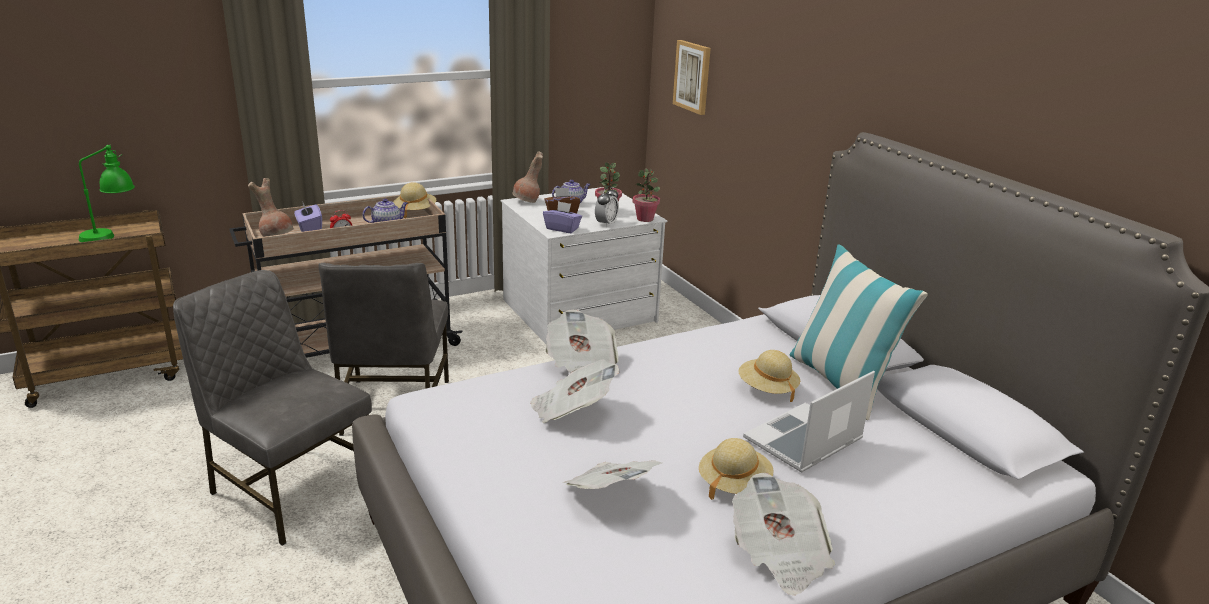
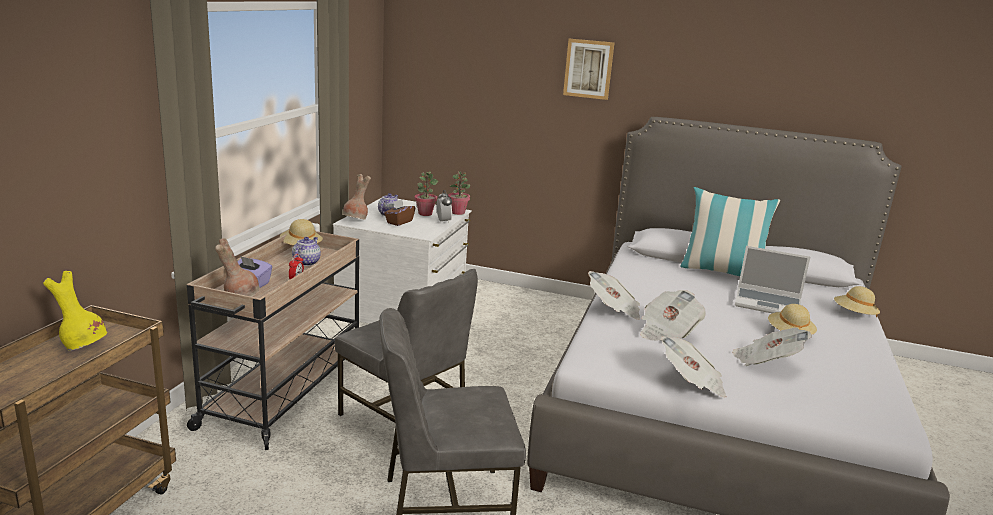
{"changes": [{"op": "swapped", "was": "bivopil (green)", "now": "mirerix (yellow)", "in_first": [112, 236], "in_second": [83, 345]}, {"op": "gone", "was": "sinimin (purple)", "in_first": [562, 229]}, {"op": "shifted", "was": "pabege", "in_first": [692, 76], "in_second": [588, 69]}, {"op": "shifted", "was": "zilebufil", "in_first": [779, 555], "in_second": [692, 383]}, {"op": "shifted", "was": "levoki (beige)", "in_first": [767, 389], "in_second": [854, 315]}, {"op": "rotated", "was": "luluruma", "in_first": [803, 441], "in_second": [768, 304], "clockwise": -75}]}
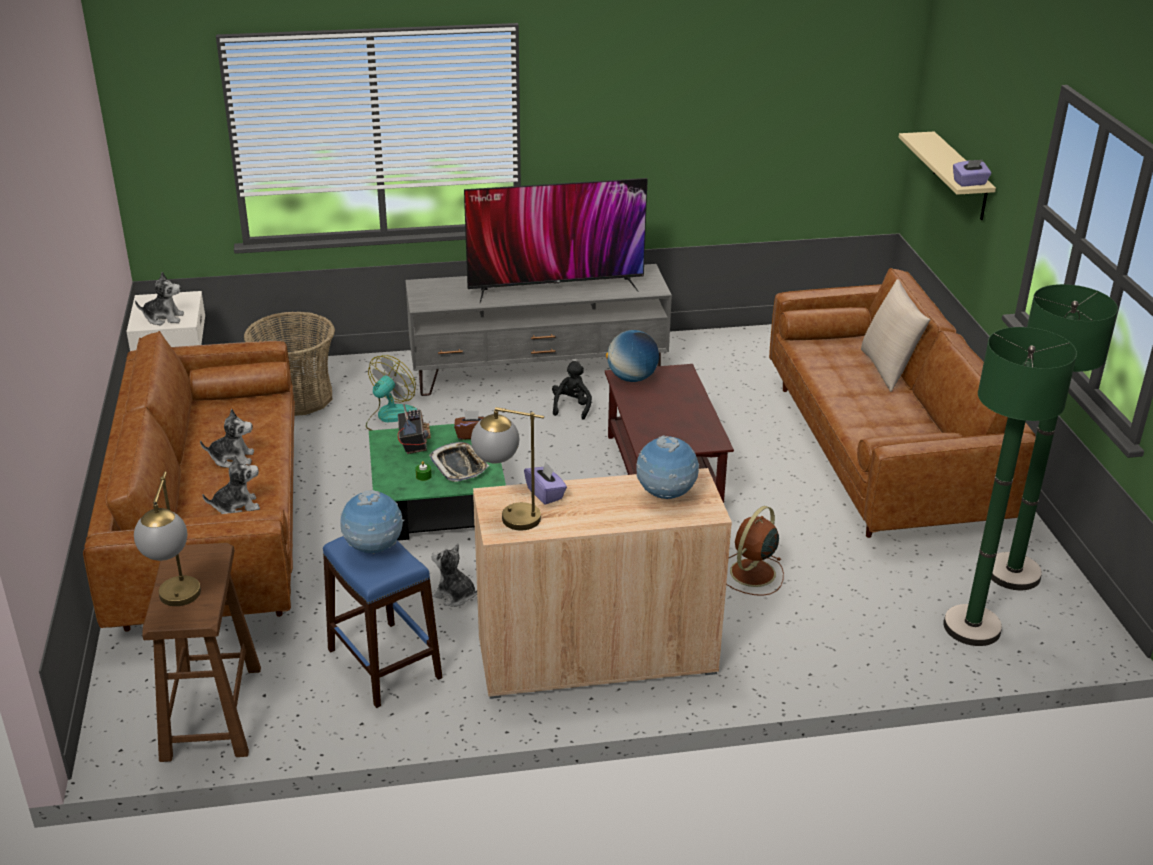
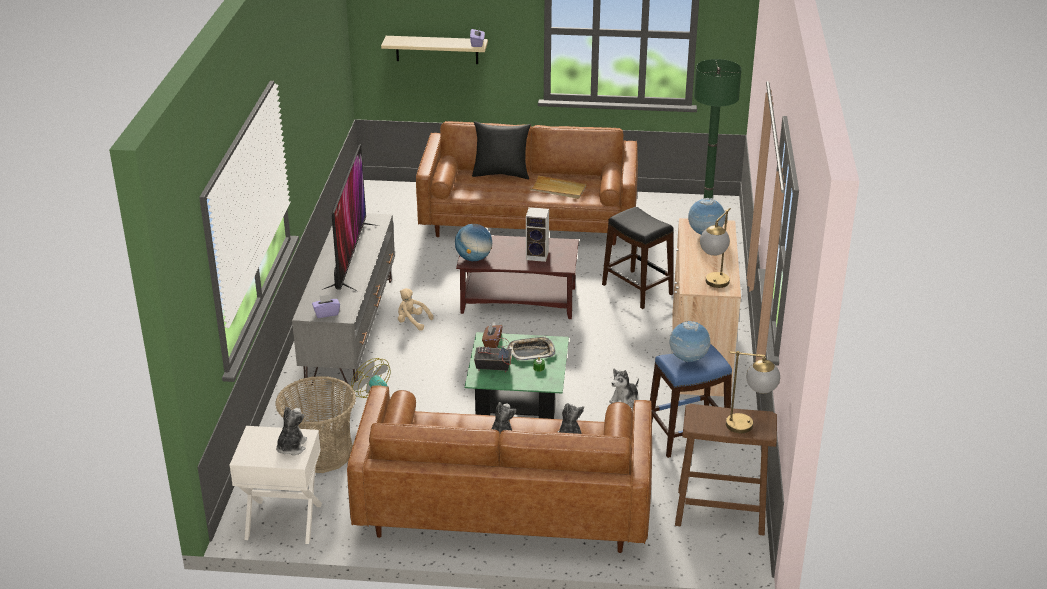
{"changes": [{"op": "shifted", "was": "sinimin (purple)", "in_first": [545, 494], "in_second": [326, 313]}, {"op": "repainted", "was": "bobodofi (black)", "now": "bobodofi (beige)", "in_first": [572, 407], "in_second": [412, 322]}, {"op": "swapped", "was": "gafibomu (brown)", "now": "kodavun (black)", "in_first": [751, 574], "in_second": [637, 289]}, {"op": "repainted", "was": "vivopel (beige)", "now": "vivopel (black)", "in_first": [888, 369], "in_second": [501, 174]}, {"op": "gone", "was": "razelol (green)", "in_first": [1013, 573]}, {"op": "new", "now": "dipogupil", "in_second": [538, 255]}, {"op": "new", "now": "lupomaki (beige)", "in_second": [558, 189]}]}
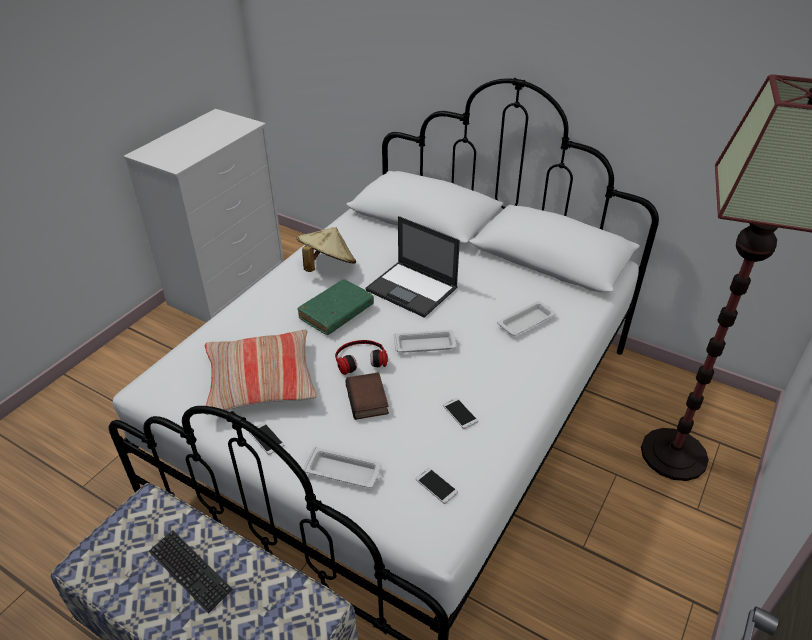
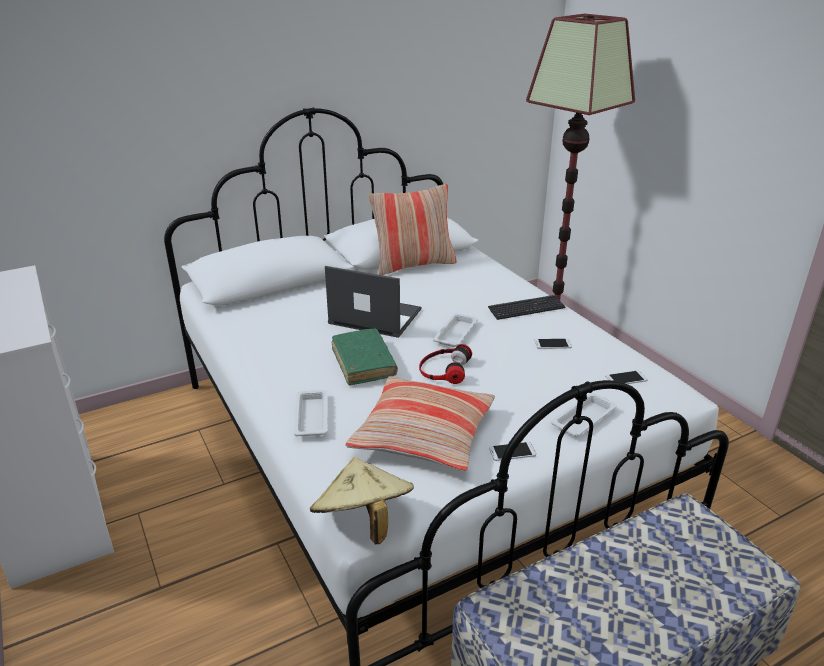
{"changes": [{"op": "shifted", "was": "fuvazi", "in_first": [190, 571], "in_second": [526, 309]}, {"op": "shifted", "was": "levoki (beige)", "in_first": [327, 266], "in_second": [363, 522]}, {"op": "gone", "was": "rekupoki", "in_first": [368, 400]}, {"op": "rotated", "was": "luluruma", "in_first": [412, 289], "in_second": [374, 316], "clockwise": -135}, {"op": "shifted", "was": "lupomaki (white)", "in_first": [527, 321], "in_second": [311, 416]}, {"op": "new", "now": "vivopel", "in_second": [413, 264]}]}
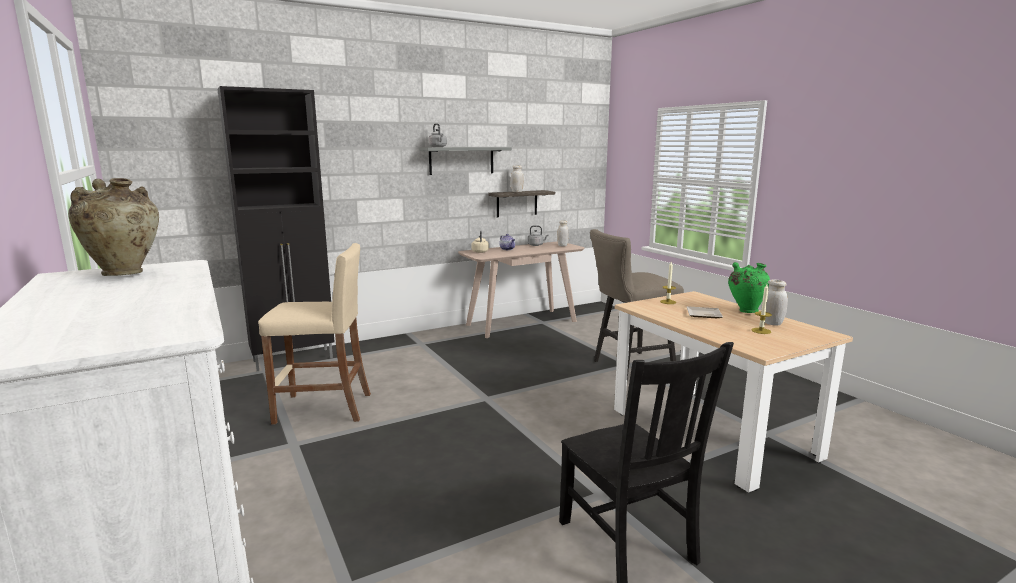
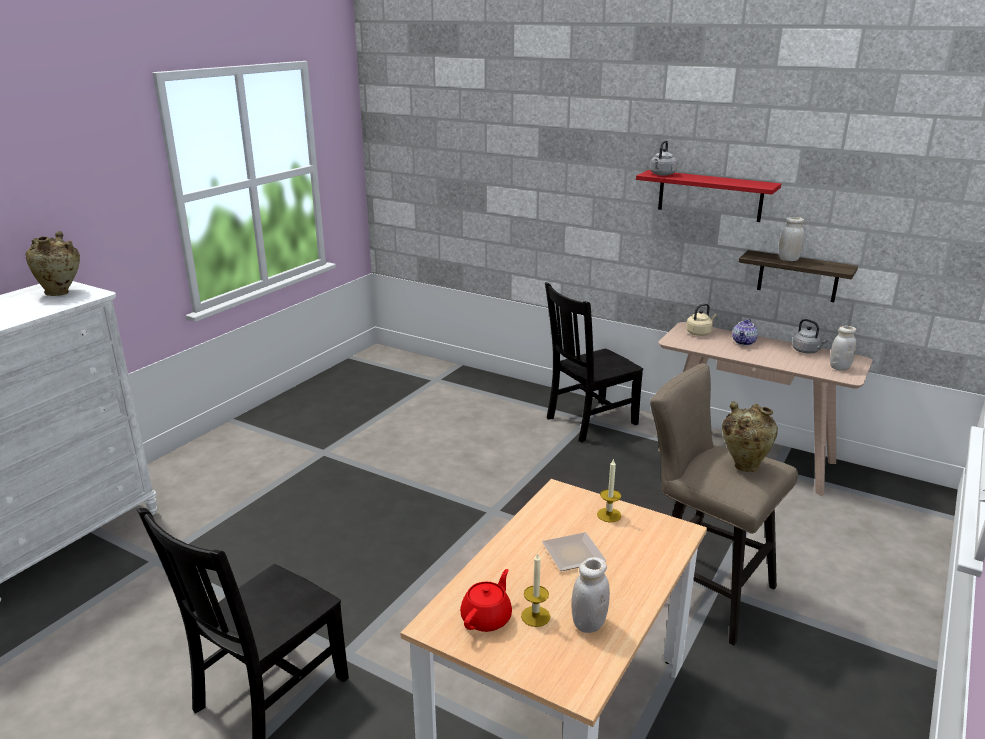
{"changes": [{"op": "gone", "was": "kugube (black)", "in_first": [294, 359]}, {"op": "gone", "was": "kodavun (beige)", "in_first": [324, 408]}, {"op": "repainted", "was": "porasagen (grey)", "now": "porasagen (red)", "in_first": [461, 160], "in_second": [710, 196]}, {"op": "gone", "was": "mirerix (green)", "in_first": [745, 311]}, {"op": "new", "now": "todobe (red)", "in_second": [487, 618]}, {"op": "new", "now": "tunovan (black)", "in_second": [589, 421]}, {"op": "new", "now": "mirerix (beige)", "in_second": [744, 465]}]}
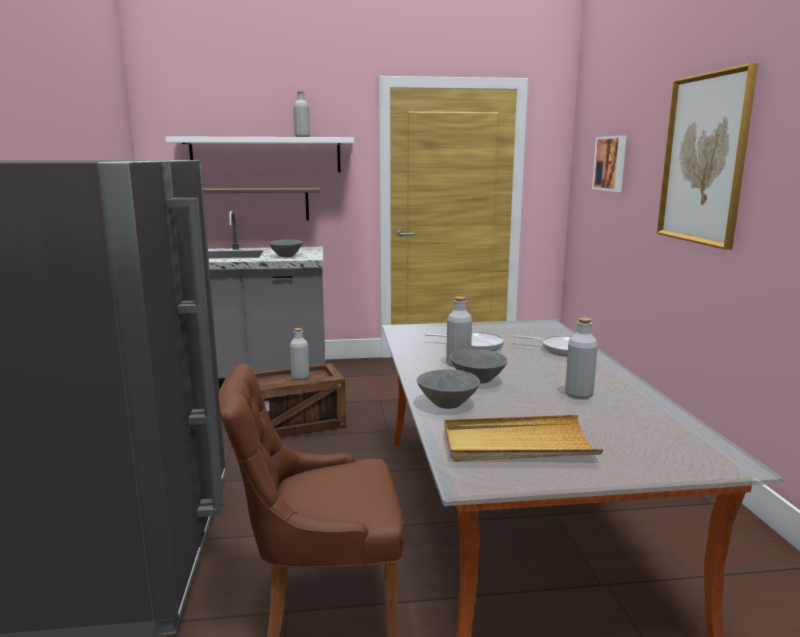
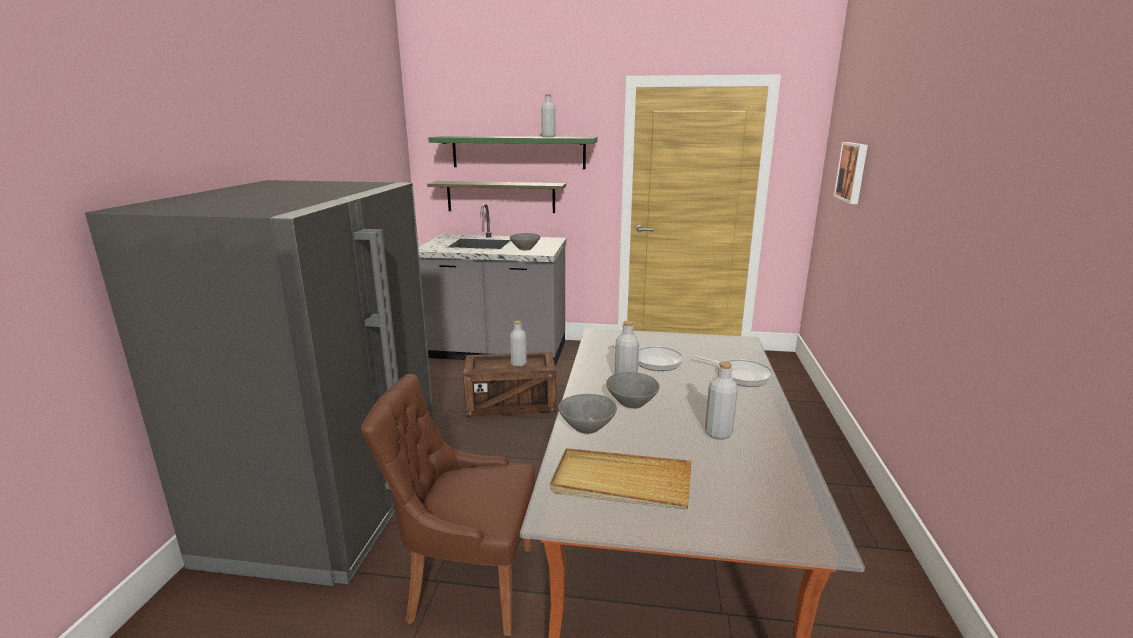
{"changes": [{"op": "repainted", "was": "porasagen (white)", "now": "porasagen (green)", "in_first": [266, 155], "in_second": [518, 152]}, {"op": "gone", "was": "pabege", "in_first": [704, 159]}]}
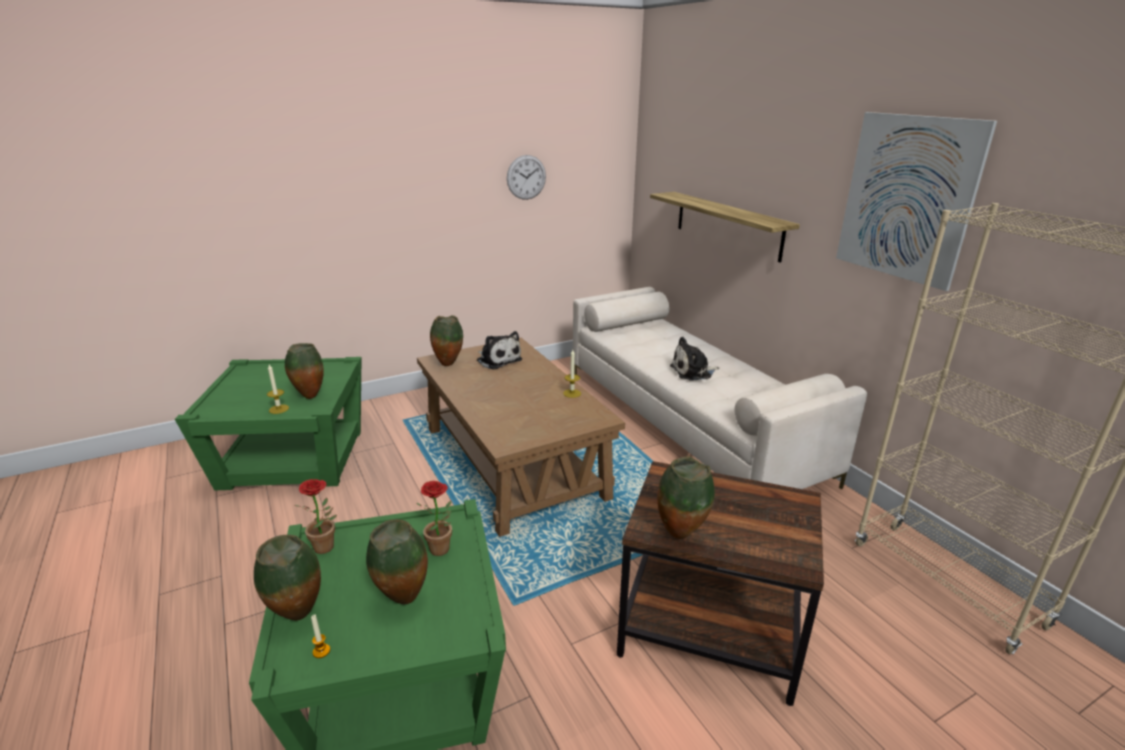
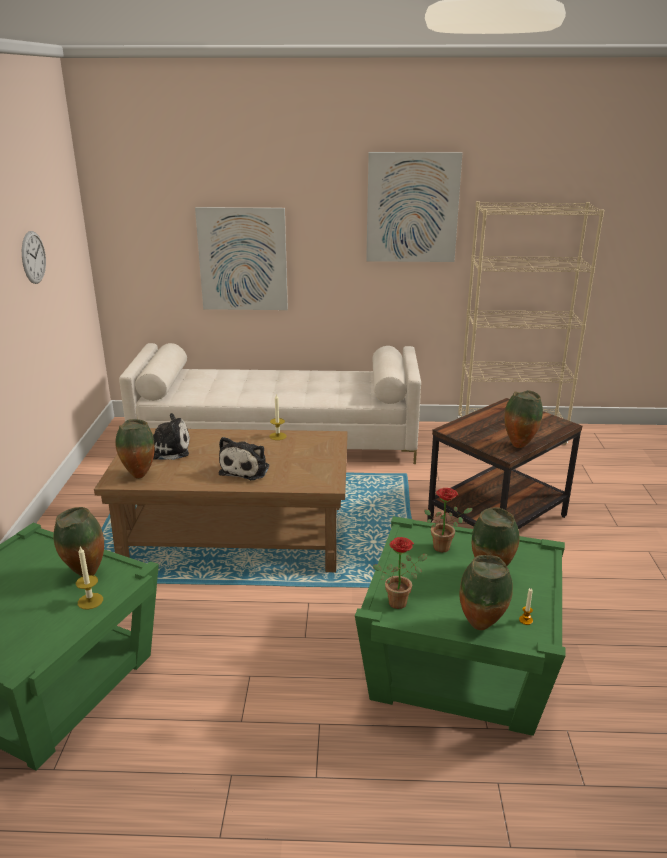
{"changes": [{"op": "swapped", "was": "porasagen", "now": "pabege", "in_first": [727, 225], "in_second": [243, 259]}, {"op": "shifted", "was": "bobodofi", "in_first": [693, 372], "in_second": [246, 469]}]}
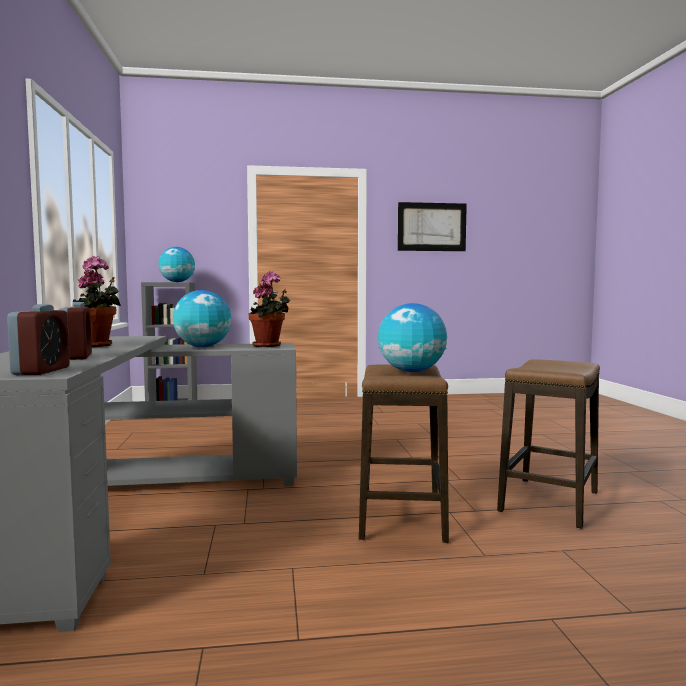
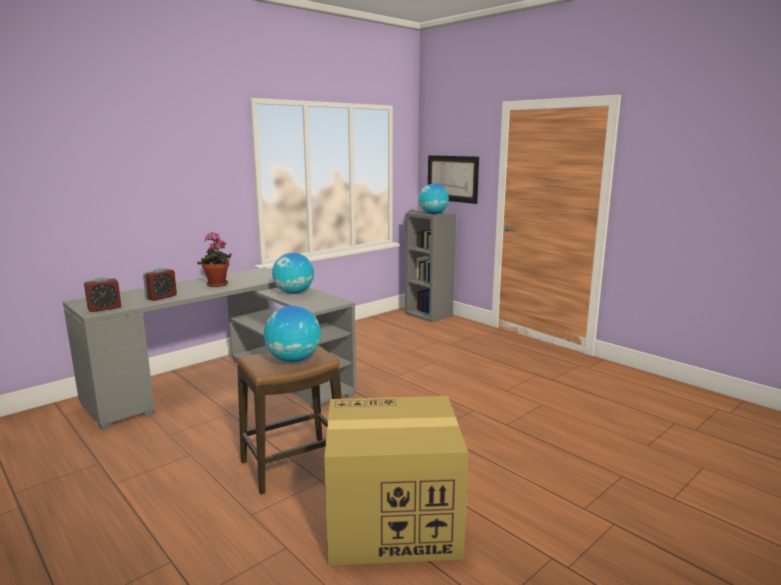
{"changes": [{"op": "gone", "was": "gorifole", "in_first": [269, 346]}, {"op": "shifted", "was": "pabege", "in_first": [432, 227], "in_second": [452, 178]}, {"op": "swapped", "was": "kodavun", "now": "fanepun", "in_first": [549, 502], "in_second": [390, 522]}]}
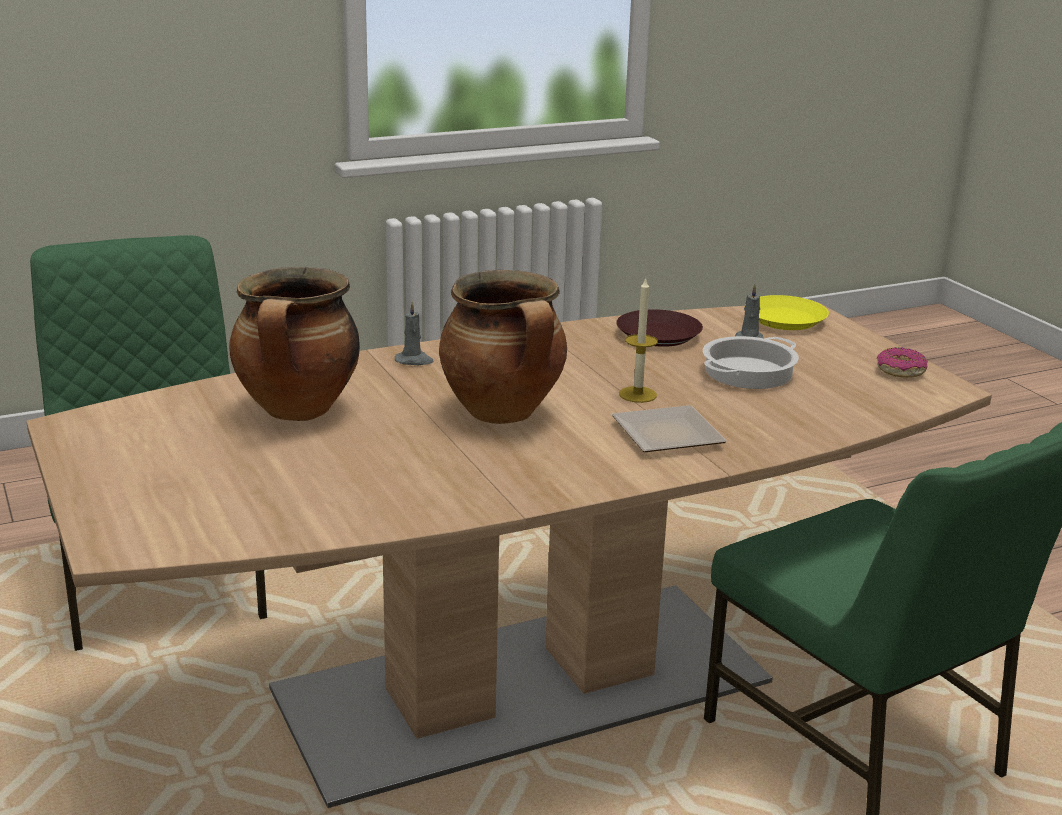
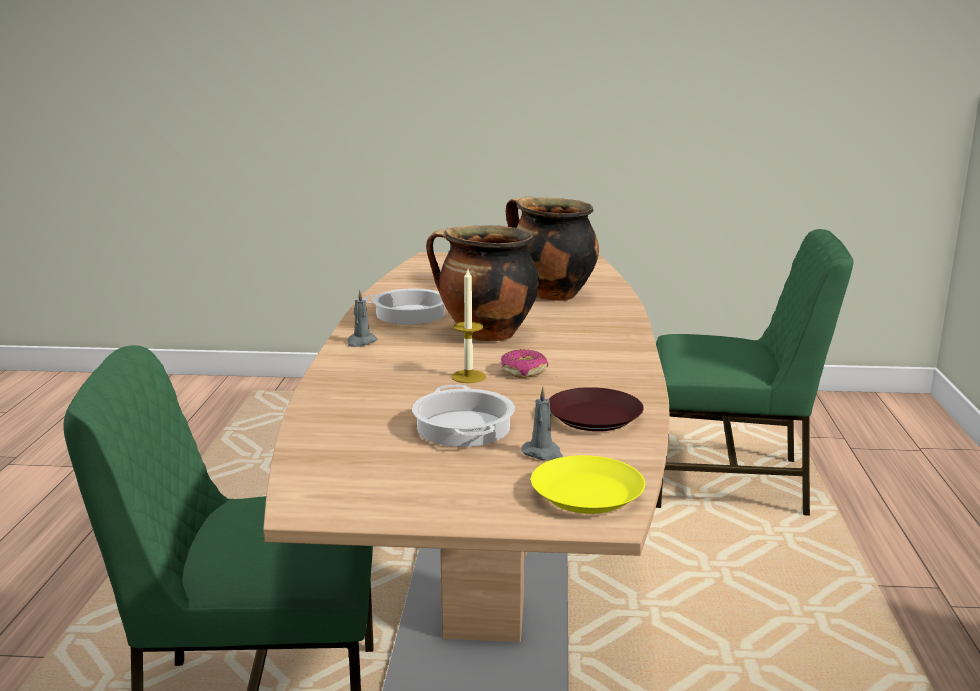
{"changes": [{"op": "shifted", "was": "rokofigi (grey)", "in_first": [414, 361], "in_second": [361, 342]}, {"op": "gone", "was": "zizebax", "in_first": [663, 434]}, {"op": "shifted", "was": "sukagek", "in_first": [900, 371], "in_second": [524, 371]}, {"op": "new", "now": "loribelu", "in_second": [410, 314]}]}
